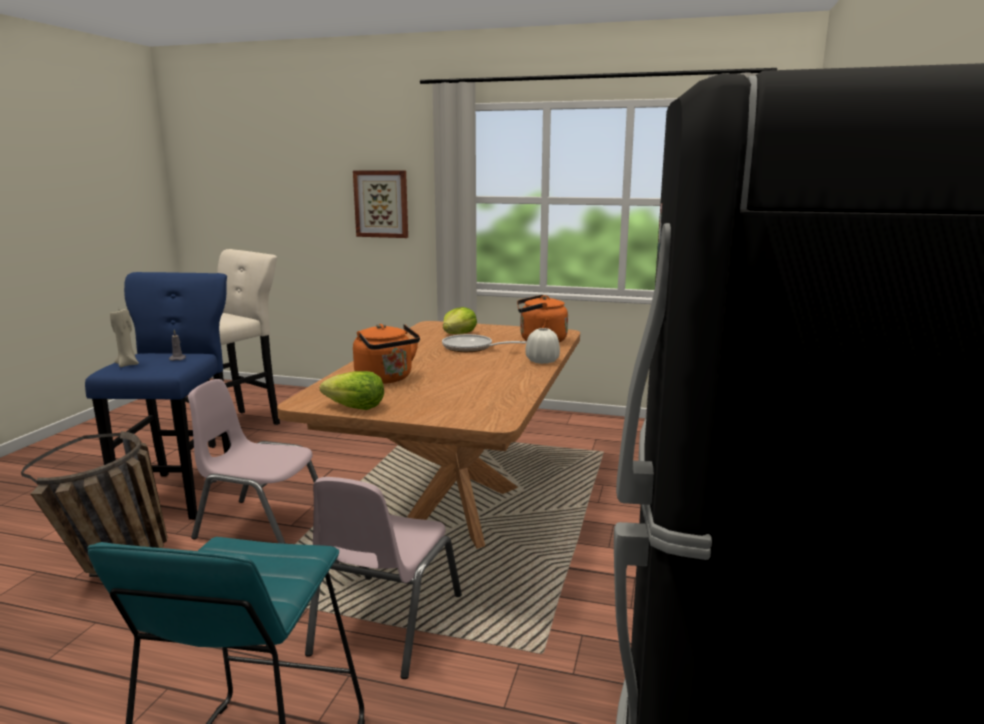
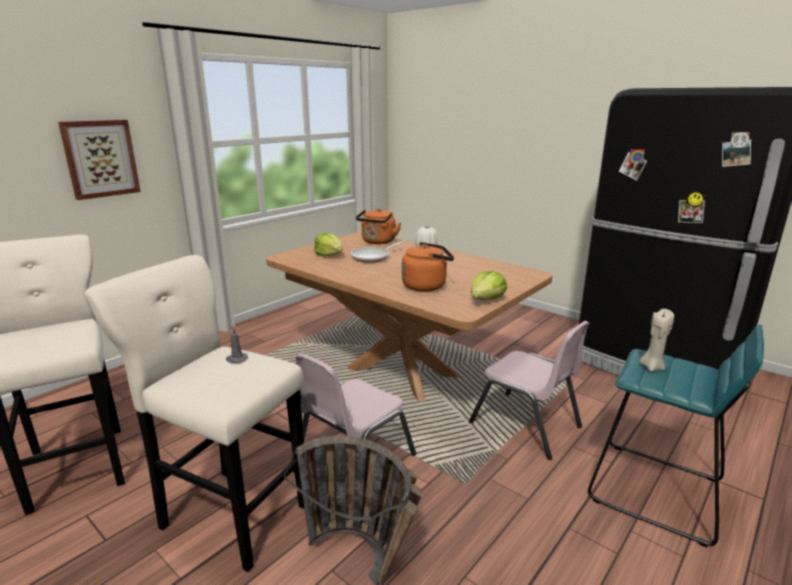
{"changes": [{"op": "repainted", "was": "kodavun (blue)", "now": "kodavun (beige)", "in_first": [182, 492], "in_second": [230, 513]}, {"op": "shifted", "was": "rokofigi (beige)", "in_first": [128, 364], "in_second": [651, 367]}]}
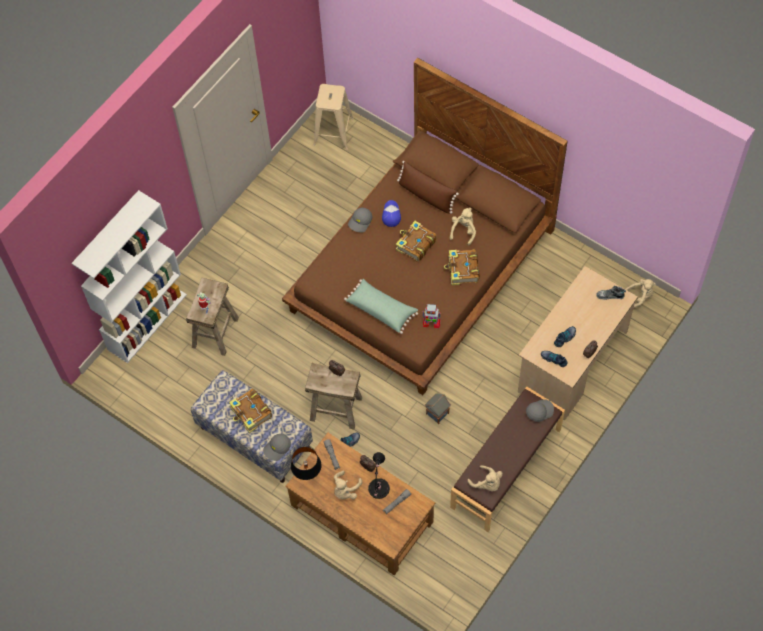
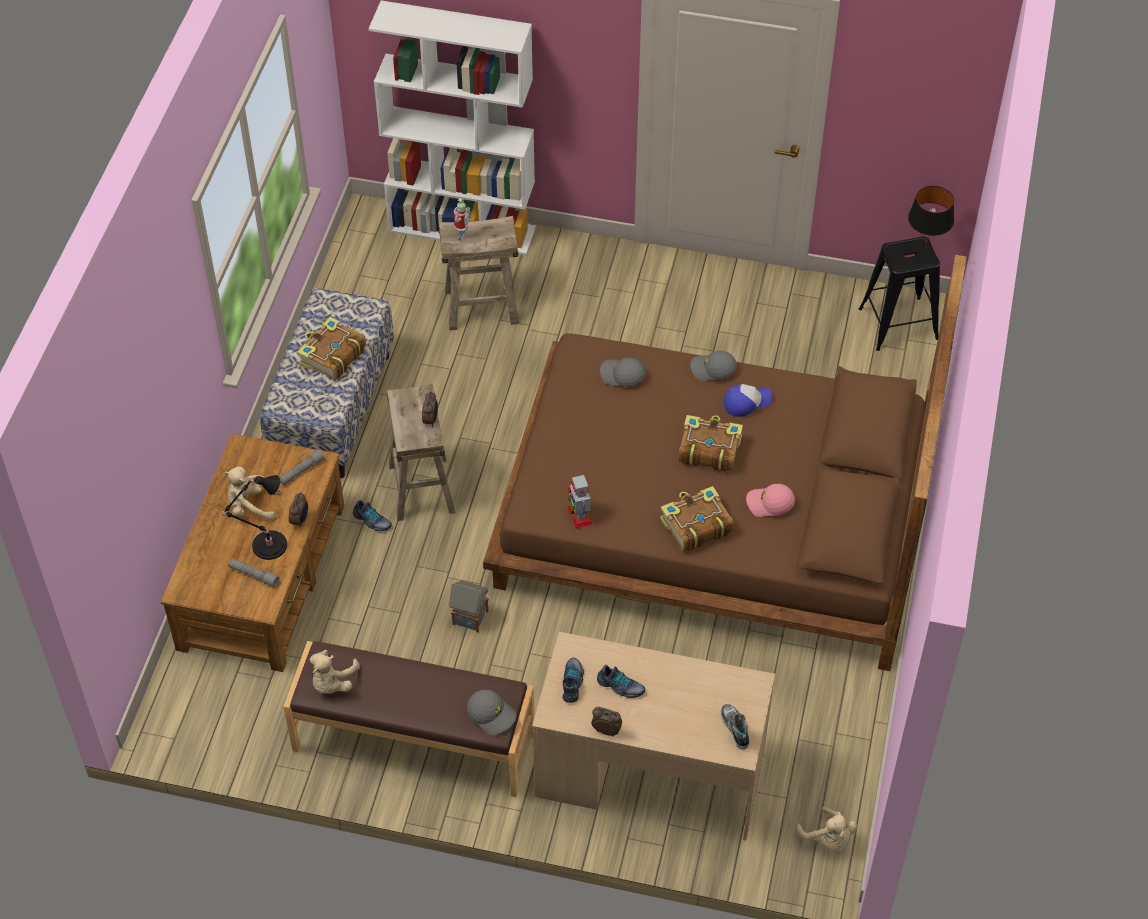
{"changes": [{"op": "shifted", "was": "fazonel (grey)", "in_first": [277, 448], "in_second": [622, 375]}, {"op": "shifted", "was": "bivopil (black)", "in_first": [308, 476], "in_second": [925, 248]}, {"op": "repainted", "was": "kodavun (beige)", "now": "kodavun (black)", "in_first": [333, 132], "in_second": [898, 324]}, {"op": "gone", "was": "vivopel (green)", "in_first": [381, 309]}, {"op": "gone", "was": "vivopel (brown)", "in_first": [426, 195]}, {"op": "swapped", "was": "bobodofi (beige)", "now": "fazonel (pink)", "in_first": [463, 231], "in_second": [769, 504]}]}
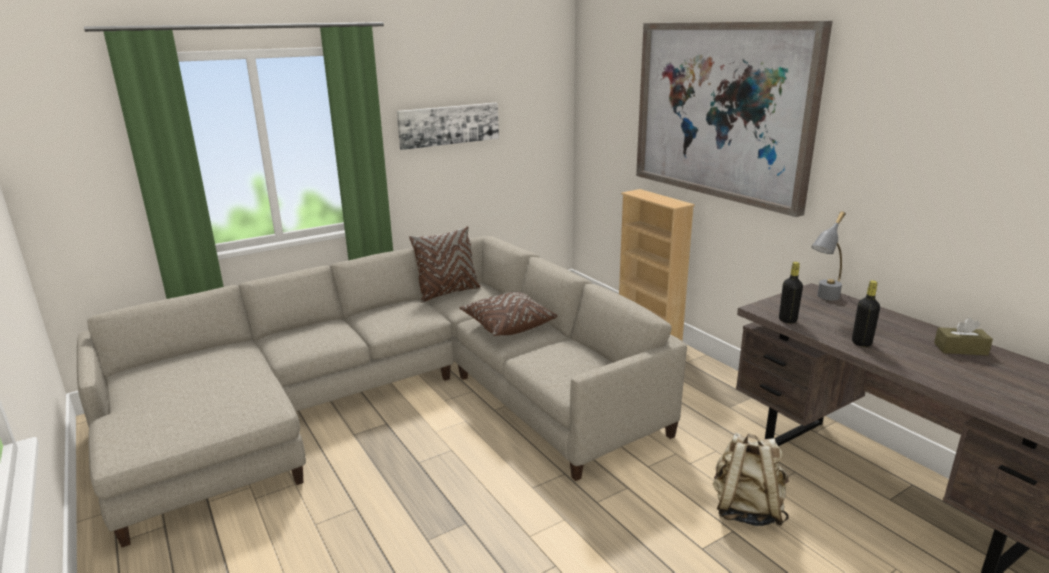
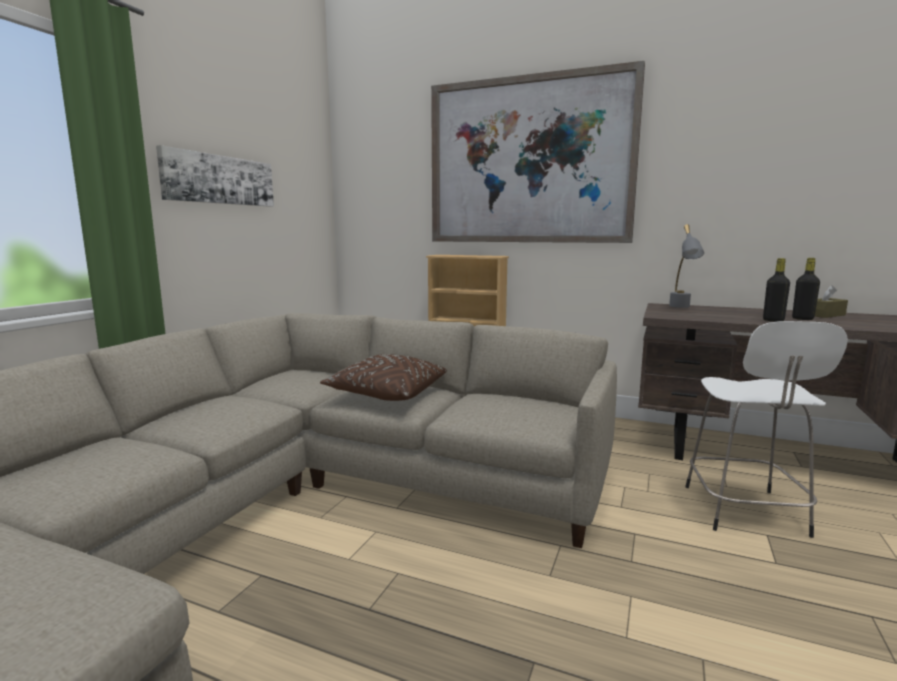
{"changes": [{"op": "gone", "was": "vivopel (brown)", "in_first": [447, 292]}, {"op": "swapped", "was": "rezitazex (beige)", "now": "kodavun (white)", "in_first": [746, 510], "in_second": [745, 512]}, {"op": "shifted", "was": "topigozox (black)", "in_first": [787, 320], "in_second": [802, 319]}]}
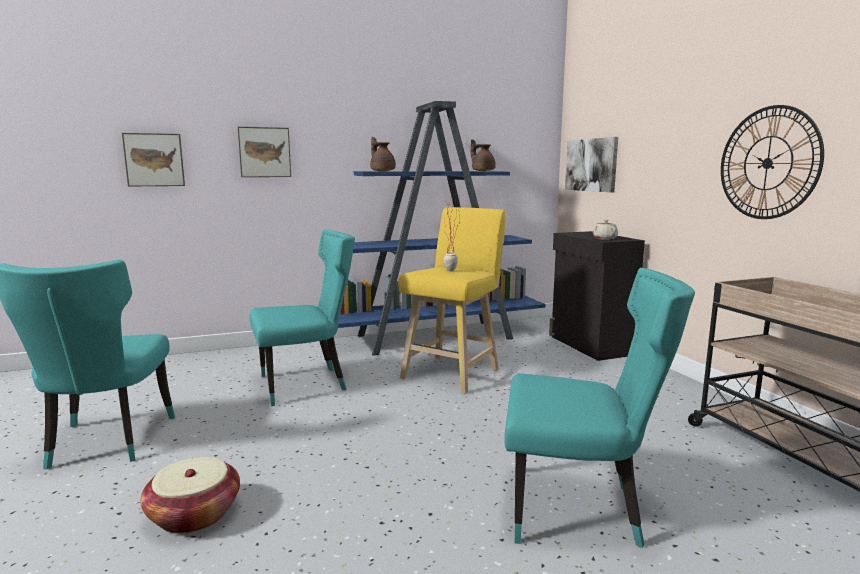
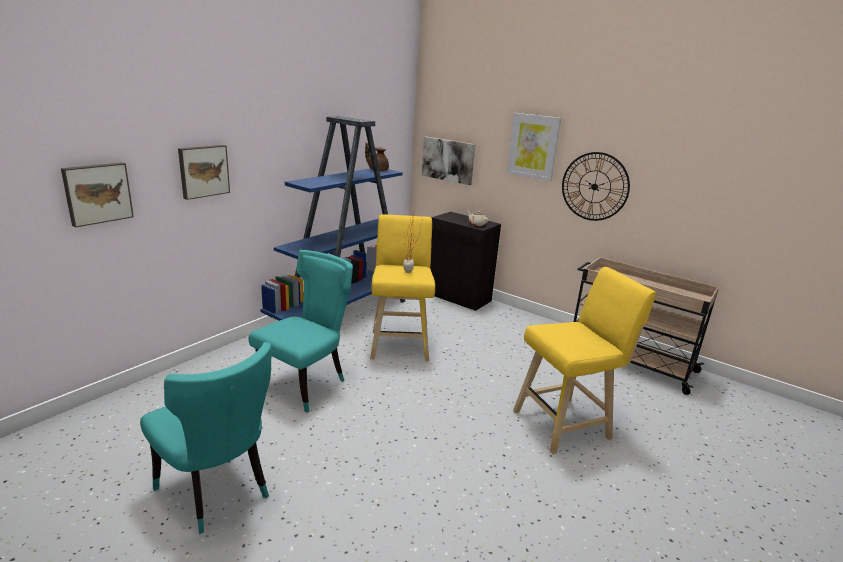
{"changes": [{"op": "gone", "was": "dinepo", "in_first": [194, 514]}, {"op": "gone", "was": "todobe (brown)", "in_first": [382, 171]}, {"op": "swapped", "was": "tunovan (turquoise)", "now": "kodavun (yellow)", "in_first": [580, 510], "in_second": [565, 424]}, {"op": "new", "now": "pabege", "in_second": [533, 146]}]}
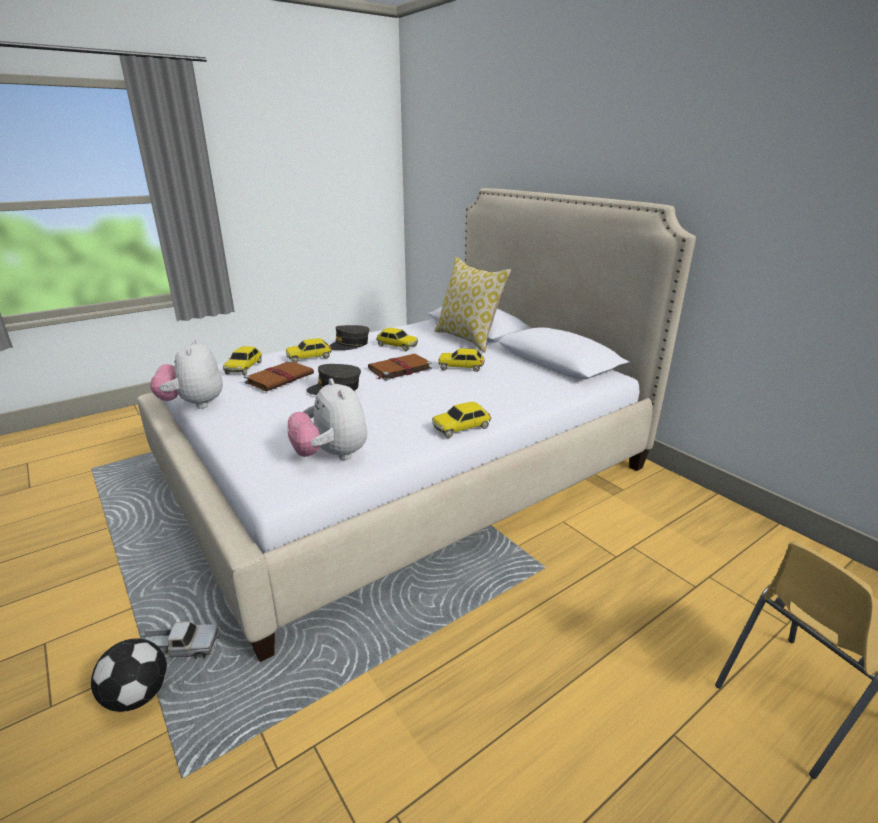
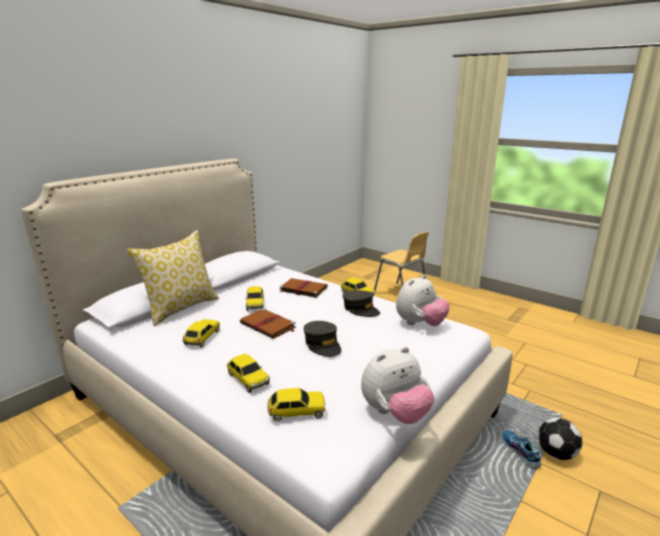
{"changes": [{"op": "swapped", "was": "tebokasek", "now": "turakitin", "in_first": [180, 648], "in_second": [519, 452]}, {"op": "shifted", "was": "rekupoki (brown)", "in_first": [280, 378], "in_second": [302, 289]}, {"op": "shifted", "was": "fazonel (grey)", "in_first": [349, 345], "in_second": [360, 309]}]}
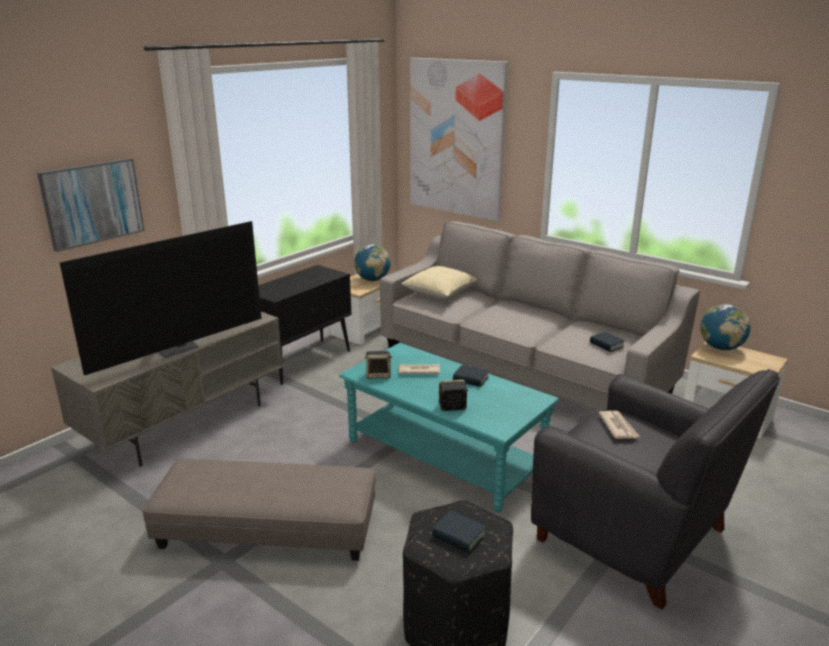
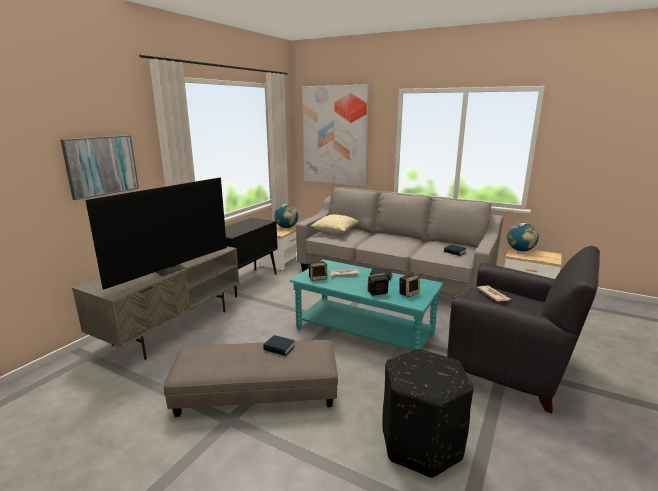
{"changes": [{"op": "shifted", "was": "rekupoki", "in_first": [459, 536], "in_second": [279, 348]}, {"op": "new", "now": "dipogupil", "in_second": [408, 293]}]}
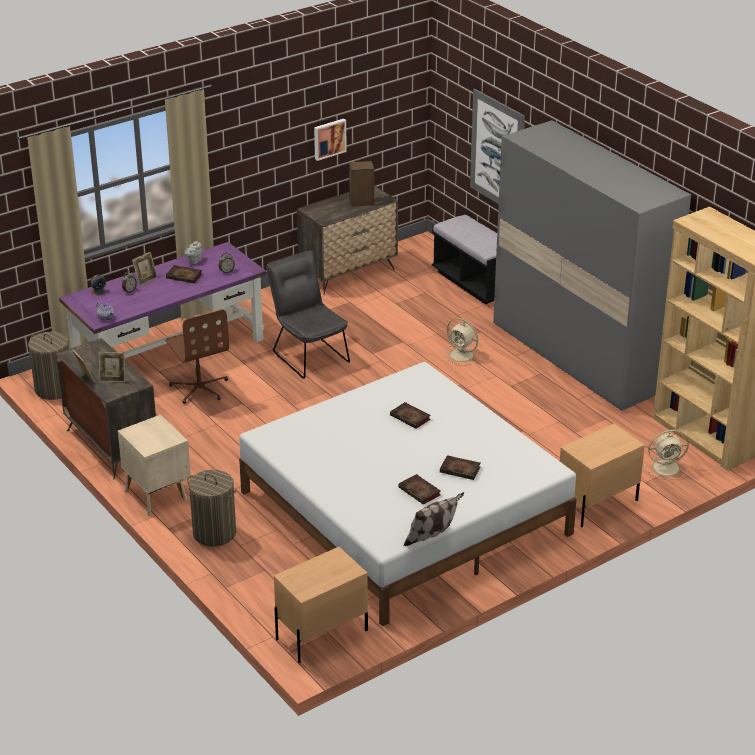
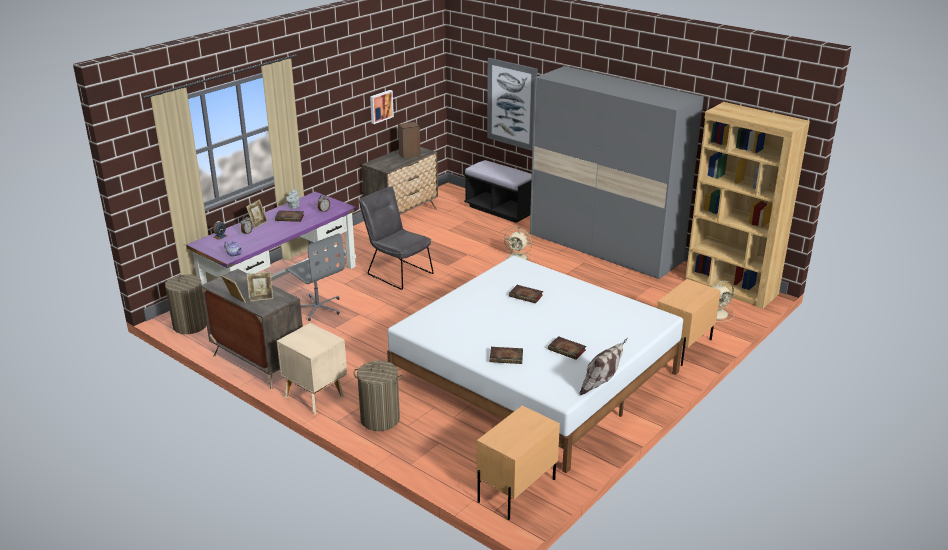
{"changes": [{"op": "repainted", "was": "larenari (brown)", "now": "larenari (grey)", "in_first": [199, 388], "in_second": [318, 307]}, {"op": "shifted", "was": "rekupoki", "in_first": [461, 470], "in_second": [507, 357]}]}
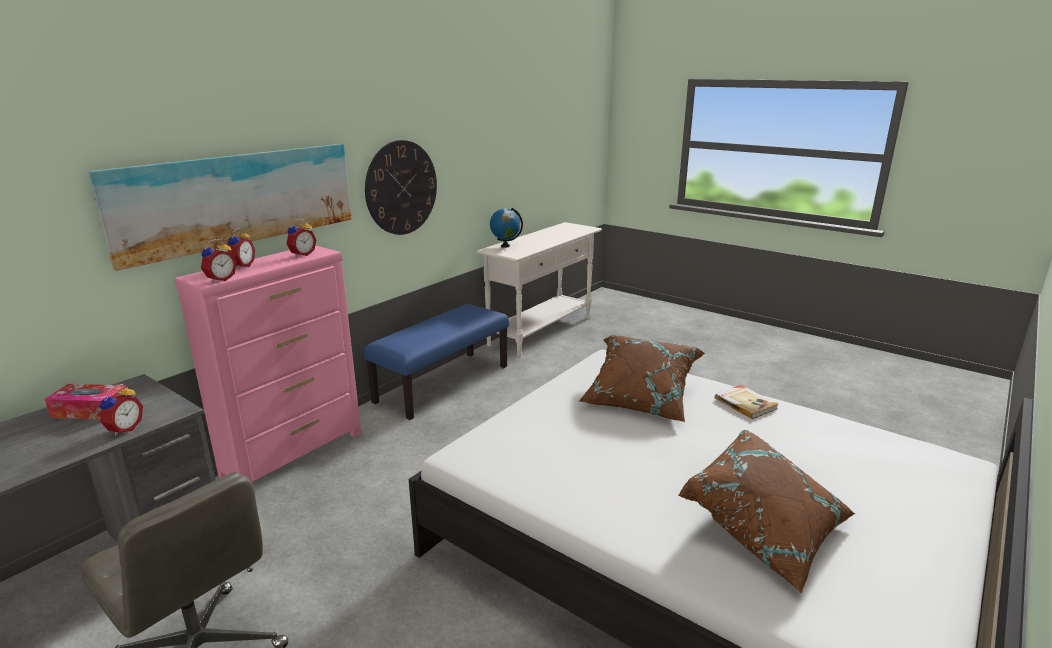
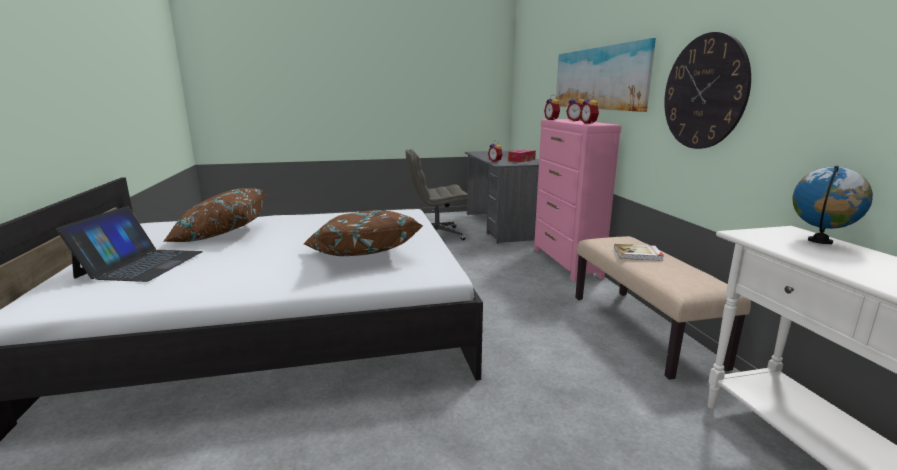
{"changes": [{"op": "repainted", "was": "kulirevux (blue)", "now": "kulirevux (beige)", "in_first": [442, 384], "in_second": [643, 329]}, {"op": "shifted", "was": "rekupoki", "in_first": [745, 403], "in_second": [638, 254]}, {"op": "new", "now": "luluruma", "in_second": [141, 264]}]}
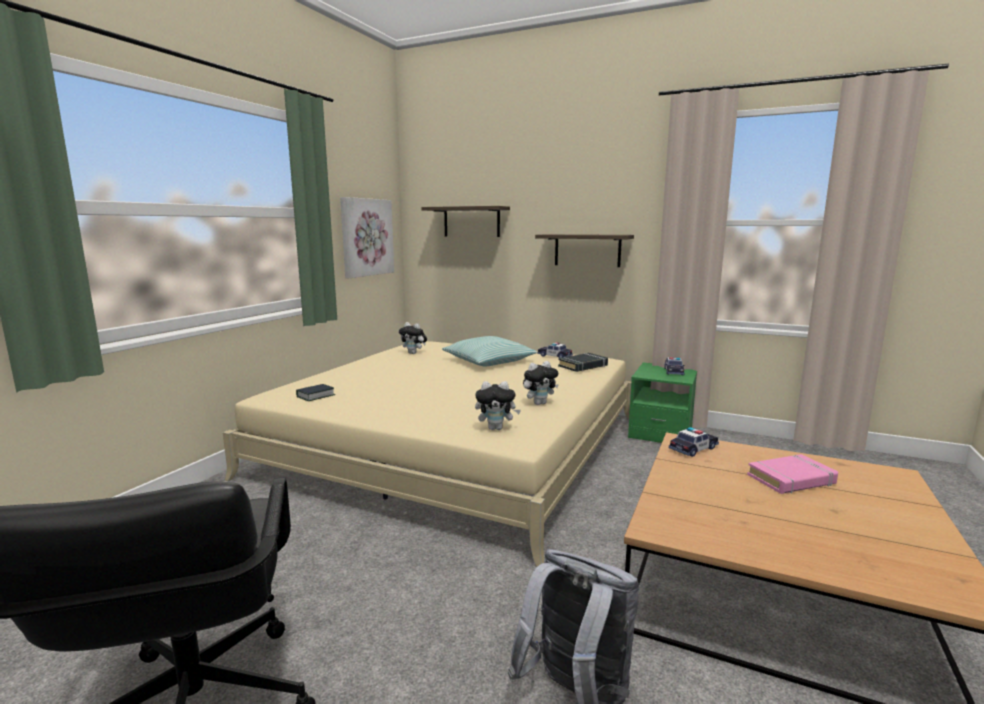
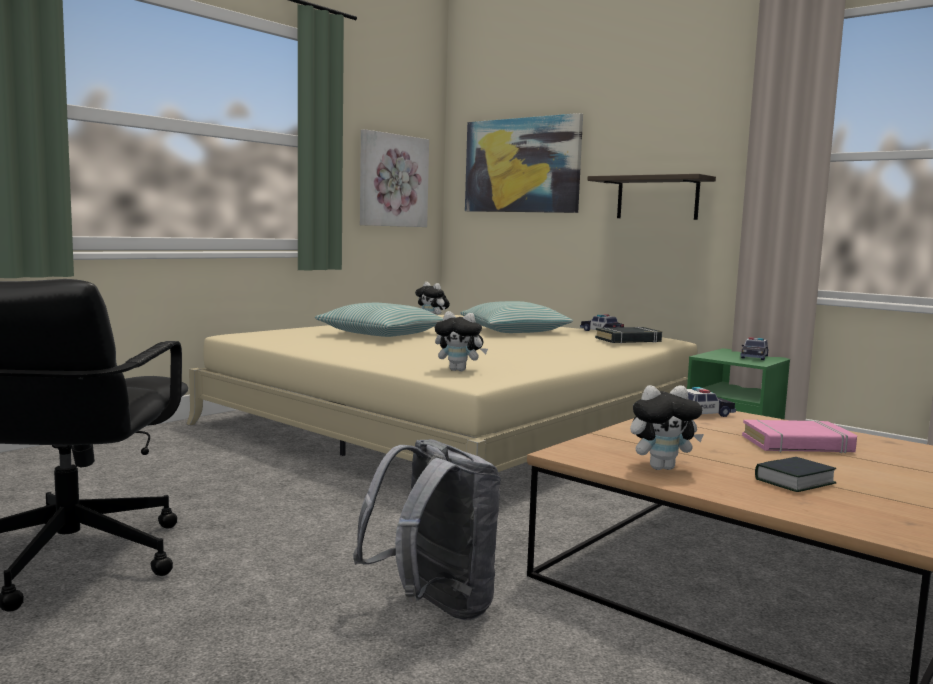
{"changes": [{"op": "shifted", "was": "rekupoki", "in_first": [315, 396], "in_second": [794, 481]}, {"op": "swapped", "was": "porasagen", "now": "pabege", "in_first": [471, 222], "in_second": [522, 165]}, {"op": "shifted", "was": "bobodofi", "in_first": [539, 403], "in_second": [662, 467]}, {"op": "new", "now": "vivopel", "in_second": [381, 334]}]}
